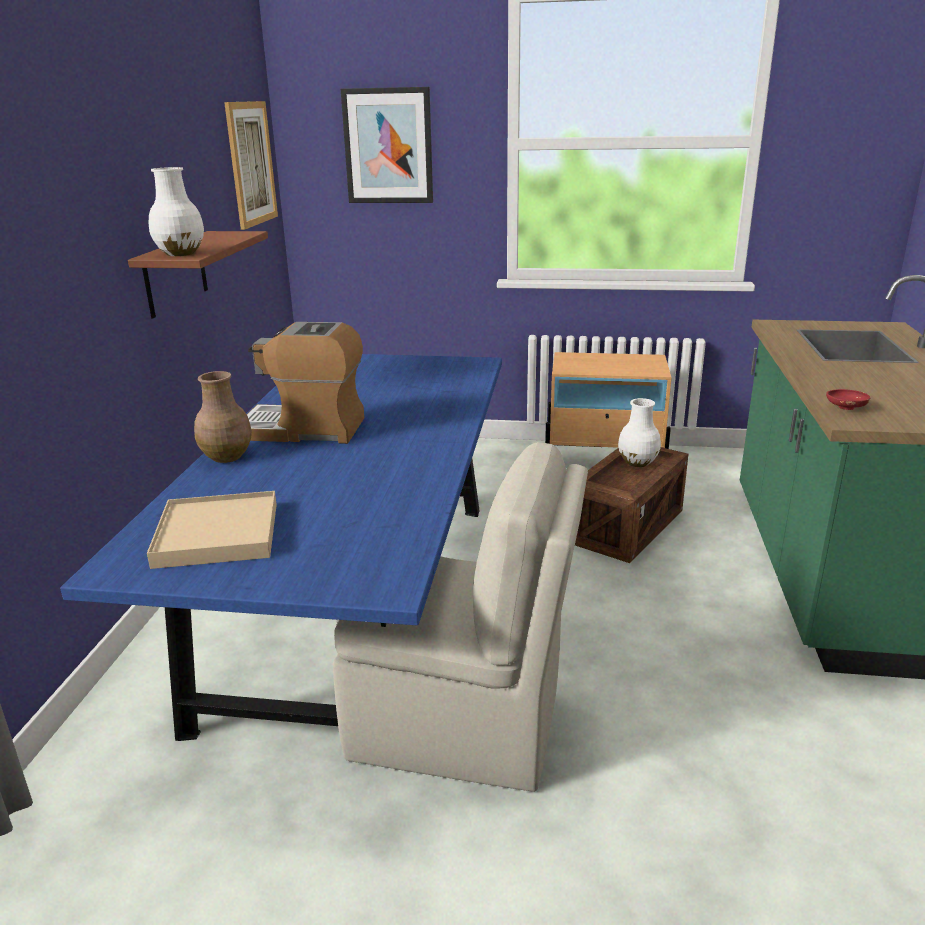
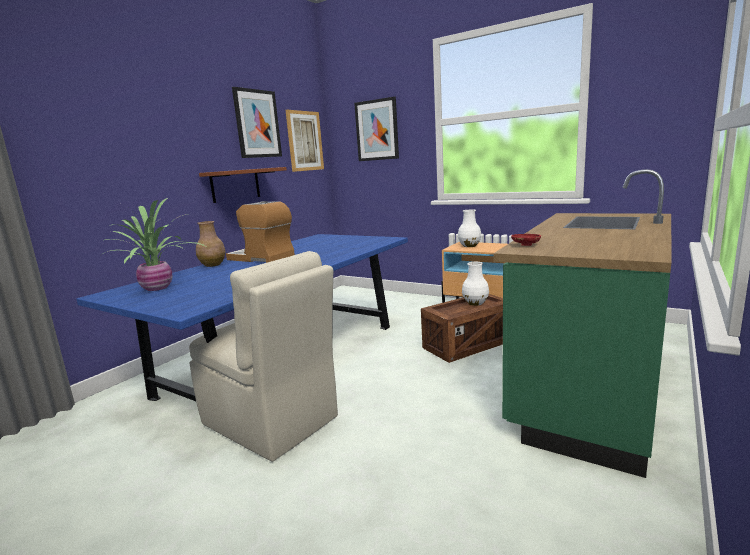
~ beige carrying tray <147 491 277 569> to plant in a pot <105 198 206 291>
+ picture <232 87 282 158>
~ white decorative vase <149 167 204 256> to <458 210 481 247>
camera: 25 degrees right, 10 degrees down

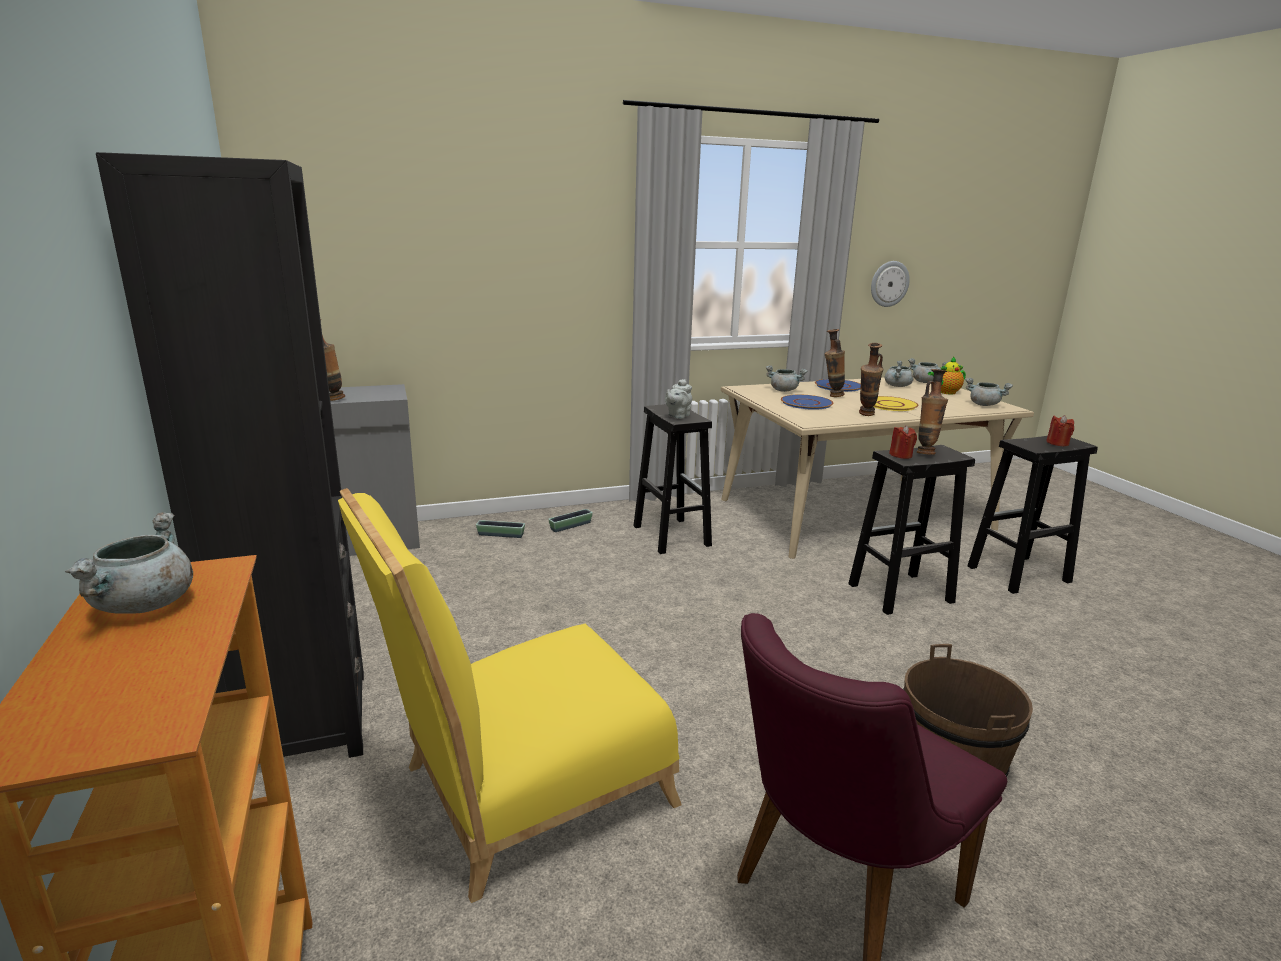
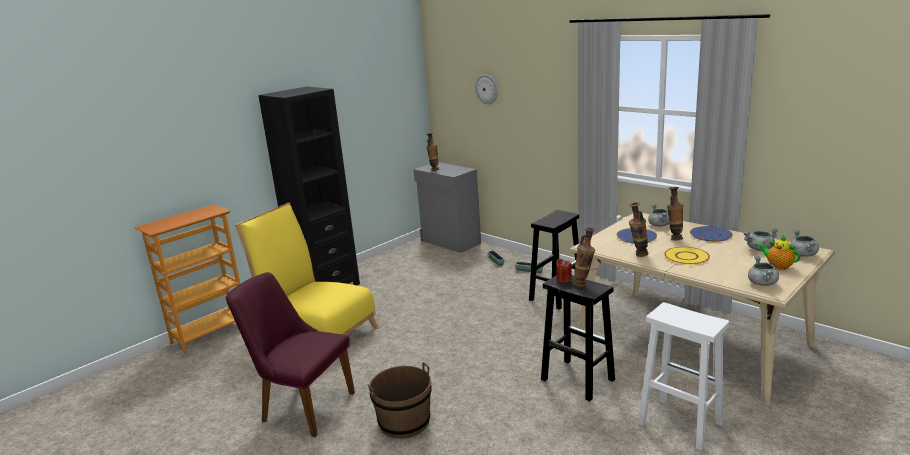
~ hanging clock <871 261 910 307> to <475 74 498 104>
~ black-coloured stool seat <967 436 1098 594> to white stool seat <638 302 730 451>
- greyish stockpot <65 512 193 614>
- greyish tea pot <665 379 692 419>
- red wax candle <1046 415 1074 446>
camera: 65 degrees right, 0 degrees up

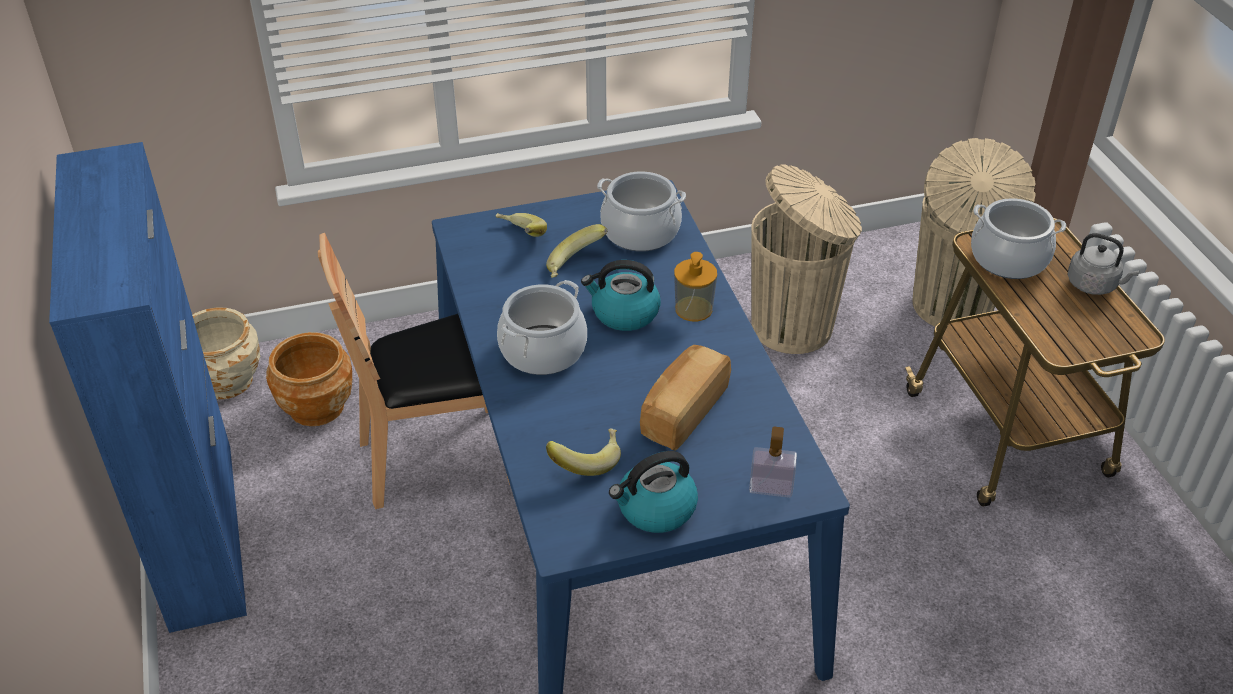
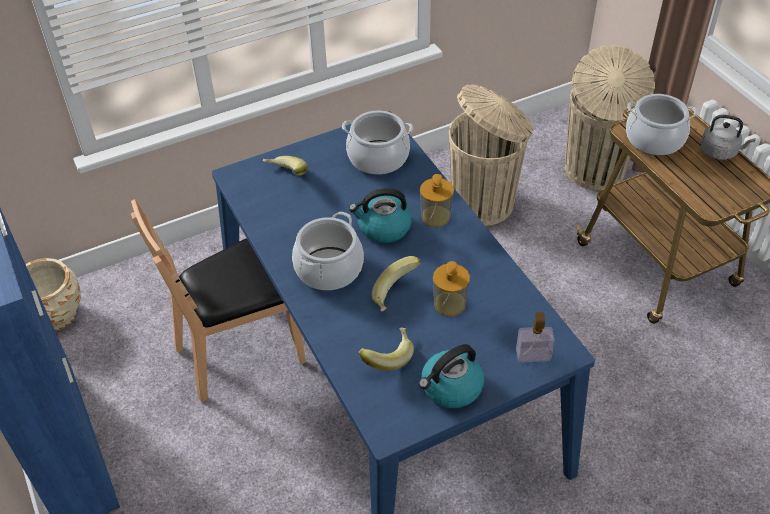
~ whole banana <546 224 607 278> to <372 256 421 312>
~ baked bread <640 345 731 451> to soap bottle <433 261 470 316>
- brownish flower pot <266 332 352 426>
camera: 10 degrees left, 5 degrees up

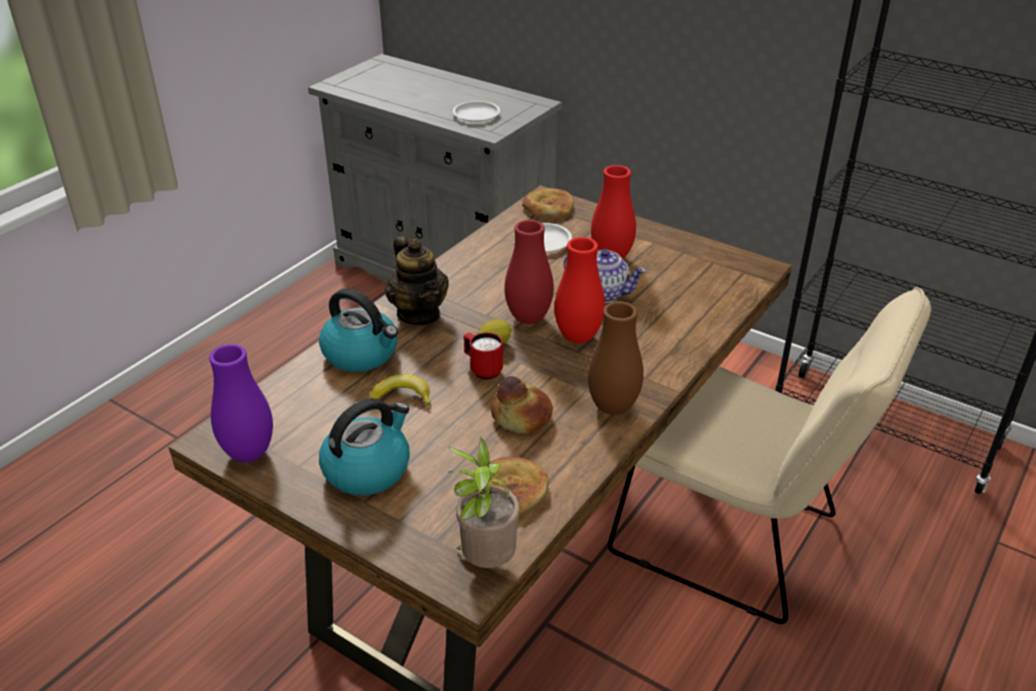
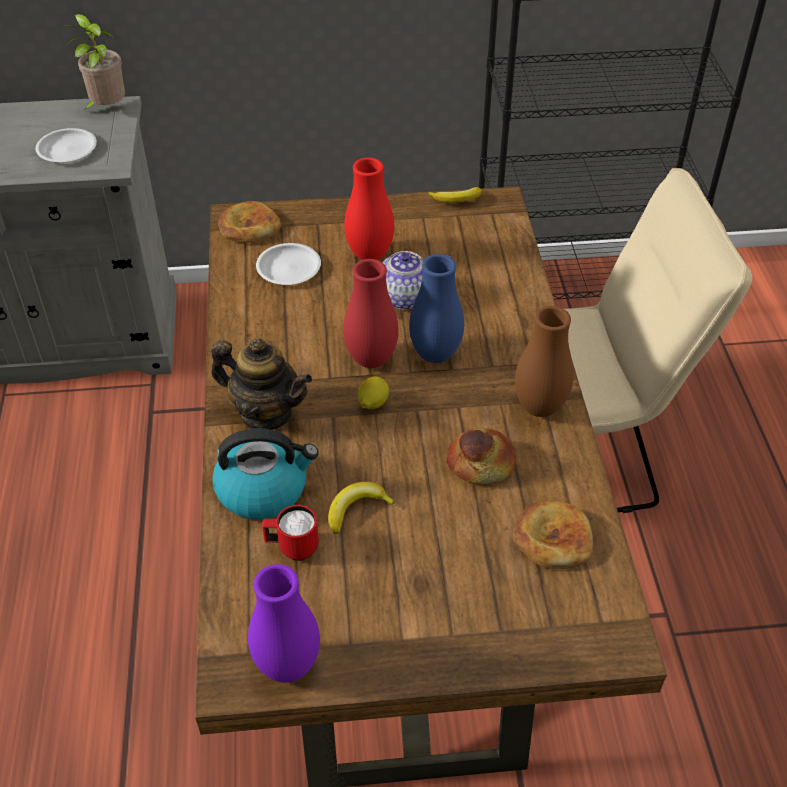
~ plant in a pot <449 437 520 568> to <60 14 125 111>
~ red tea mug <464 332 503 379> to <262 505 319 561>
~ red decorative vase <554 237 605 343> to blue decorative vase <409 254 464 363>
+ whole banana <428 187 482 203>
- kettle <319 398 410 495>
camera: 40 degrees left, 10 degrees up

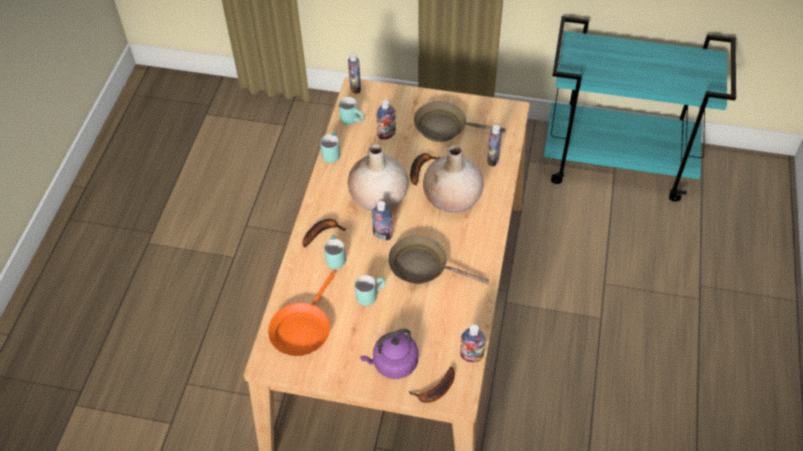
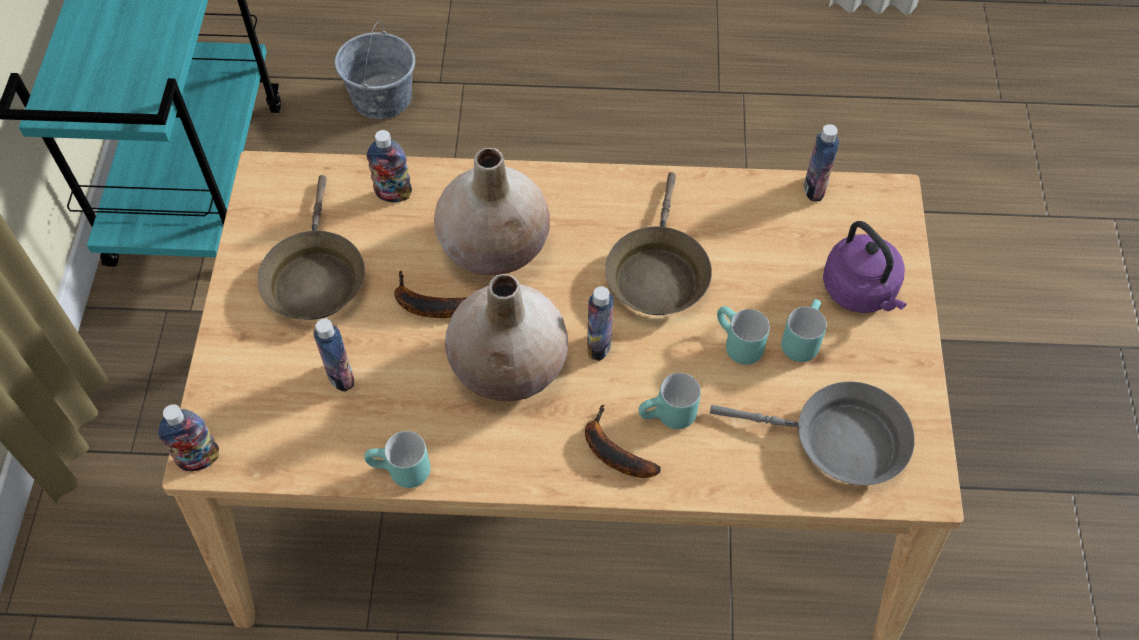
+ greyish water bucket <334 22 415 119>
~ orange-coloured pan <268 273 335 356> to greyish pan <710 381 915 485>
~ turquoise tea mug <339 97 365 125> to <781 299 827 362>
- whole banana <408 367 455 403>
camera: 100 degrees left, 5 degrees up

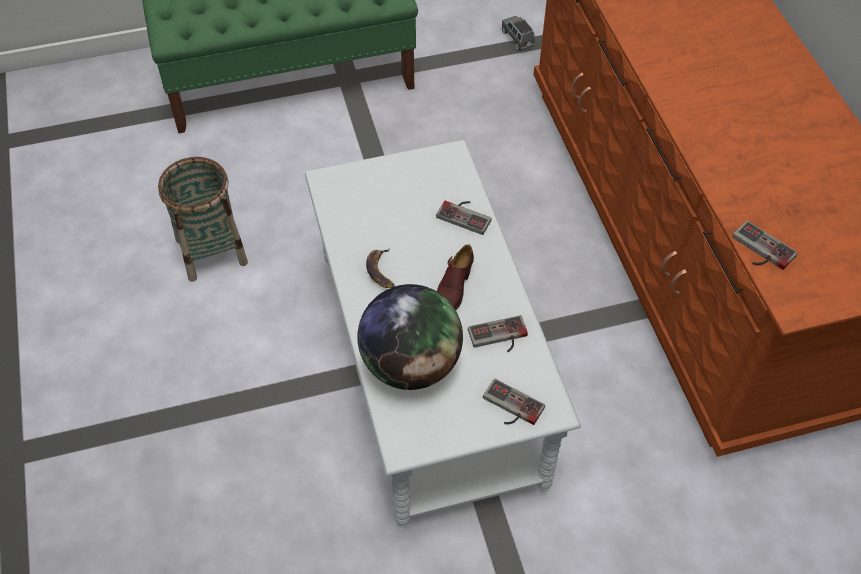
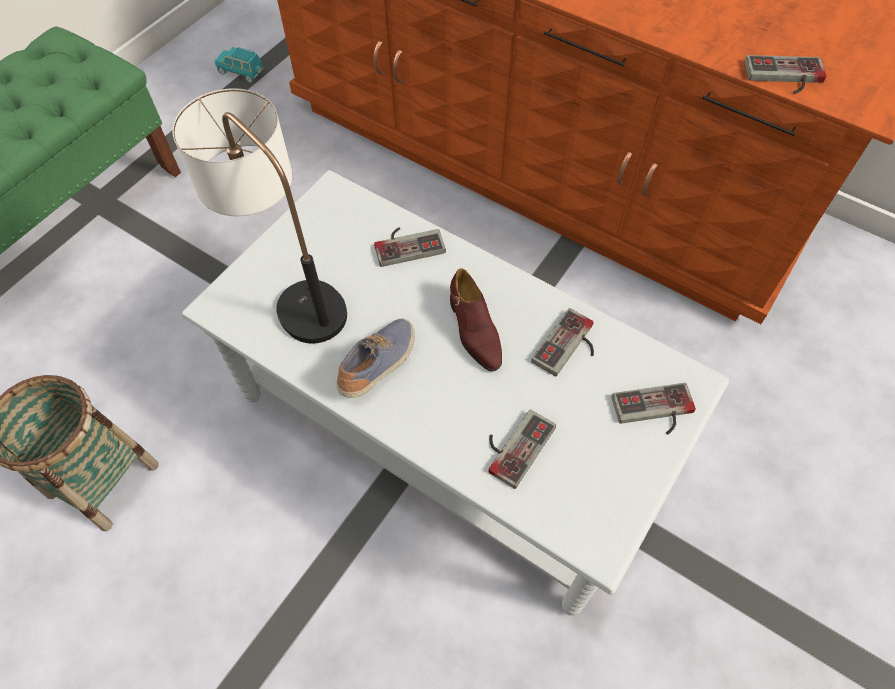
+ tabletop lamp <172 88 347 344>
~ greyish model car <502 16 535 51> to turquoise model car <215 47 263 83>
~ whole banana <366 248 395 288> to low shoe <337 319 415 398>
~ world globe <358 284 463 390> to joypad <488 409 556 489>
camera: 40 degrees left, 5 degrees up

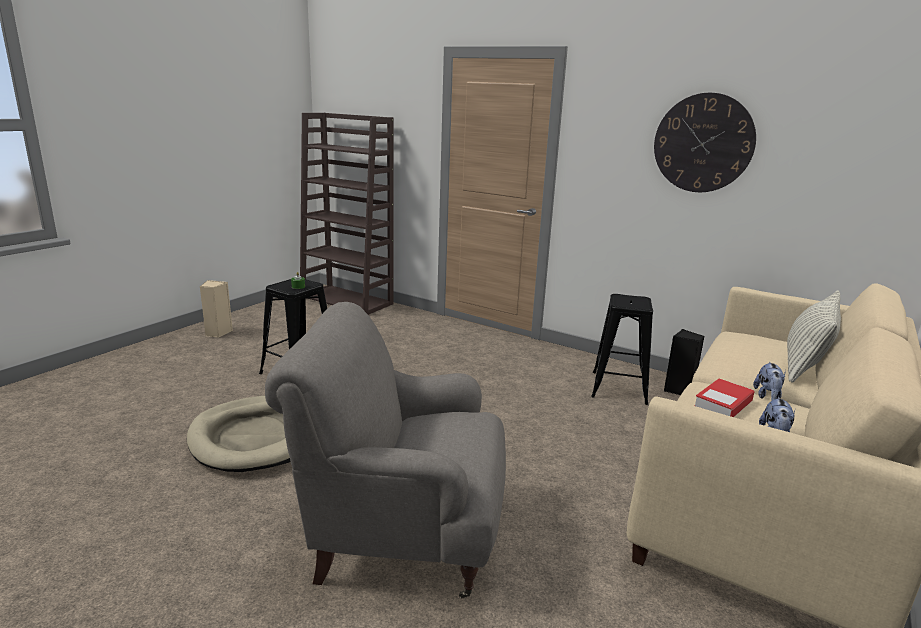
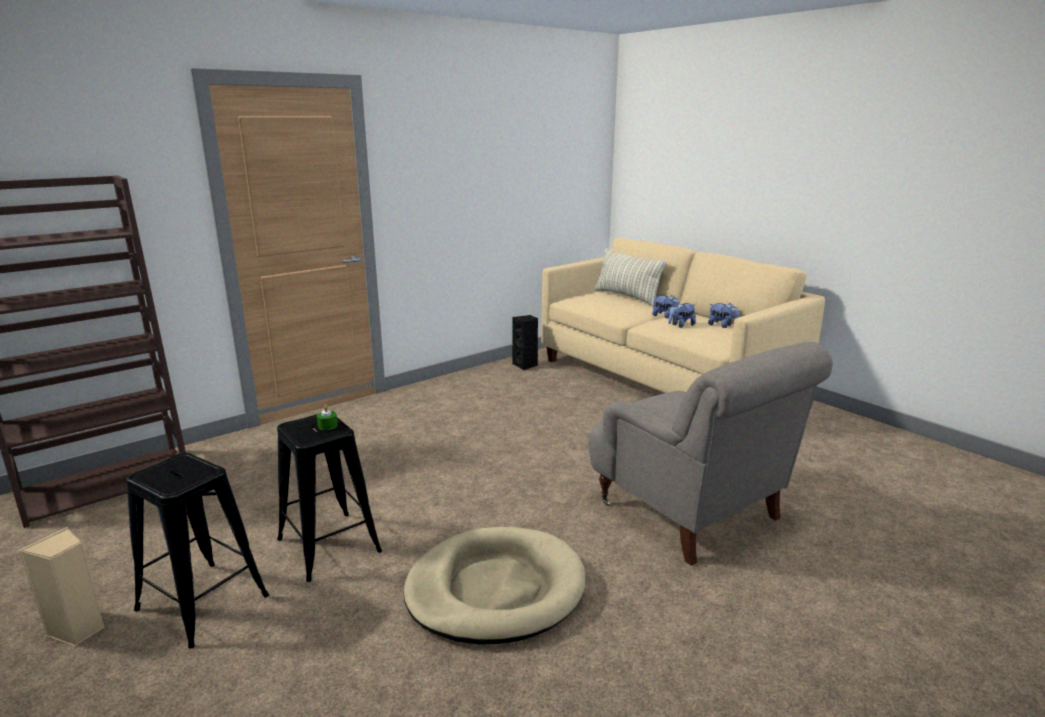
~ black-coloured stool seat <591 294 653 405> to <126 453 269 648>
~ greyish armchair <265 302 506 598> = <588 342 833 566> 60 degrees counterclockwise
~ volume <694 379 755 417> to cuddly toy <668 302 696 328>
- hanging clock <654 93 756 192>
camera: 70 degrees left, 0 degrees up

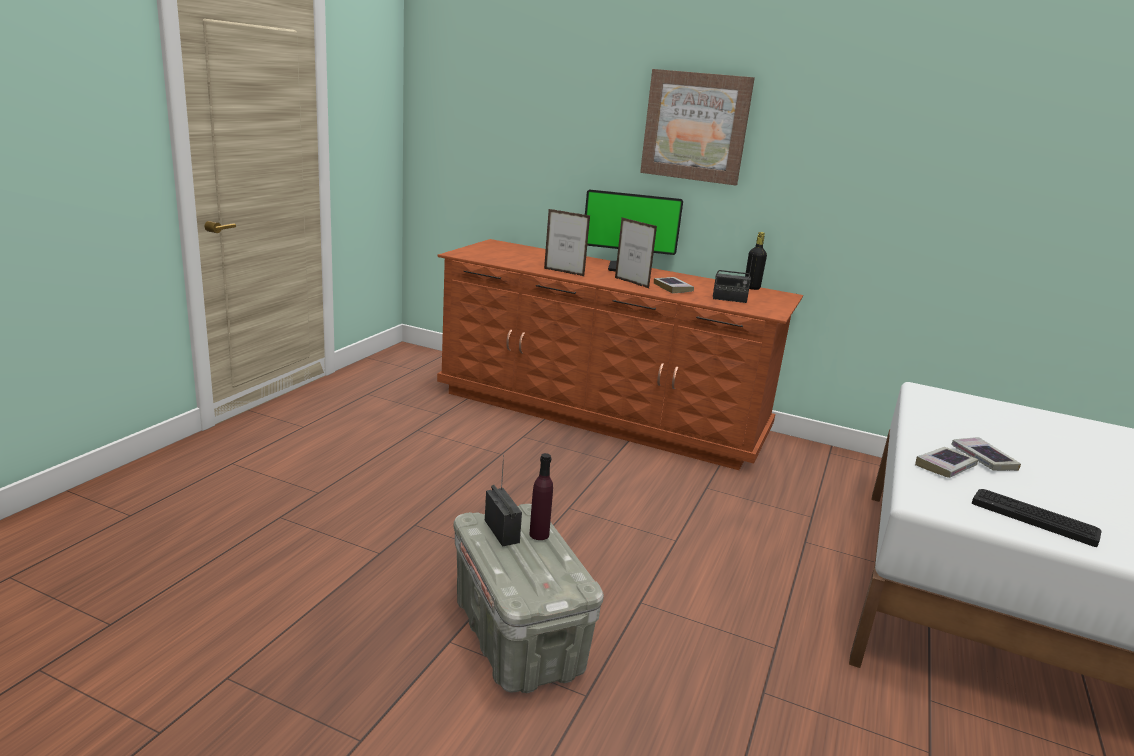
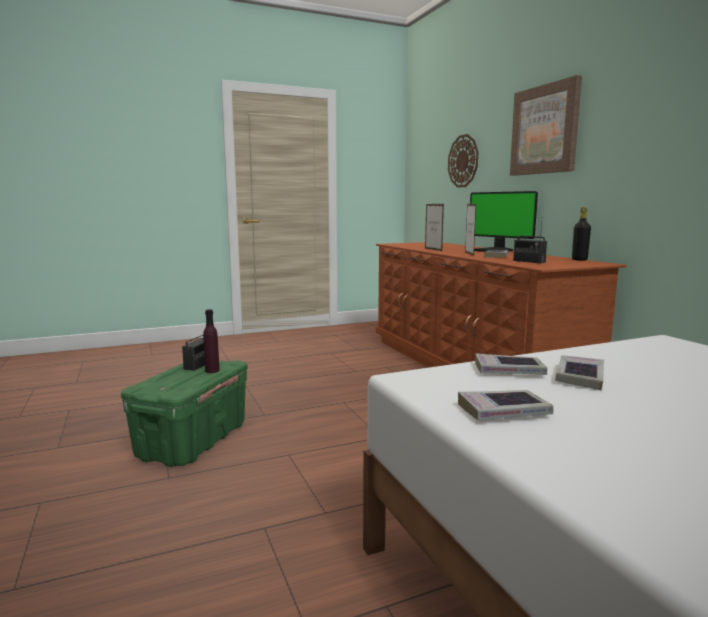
~ greyish storage box <454 504 604 693> to green-coloured storage box <121 360 248 467>
+ hanging clock <448 134 478 188>
~ PC keyboard <972 489 1102 547> to volume <458 390 553 420>
camera: 45 degrees right, 10 degrees down

